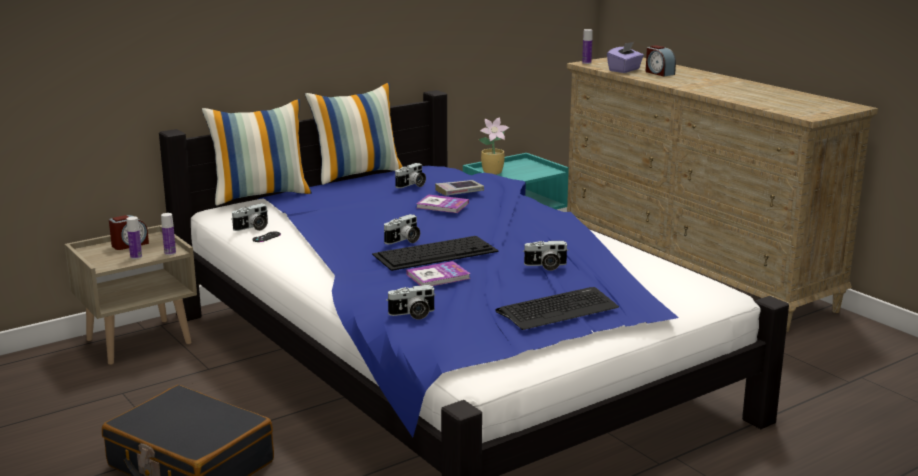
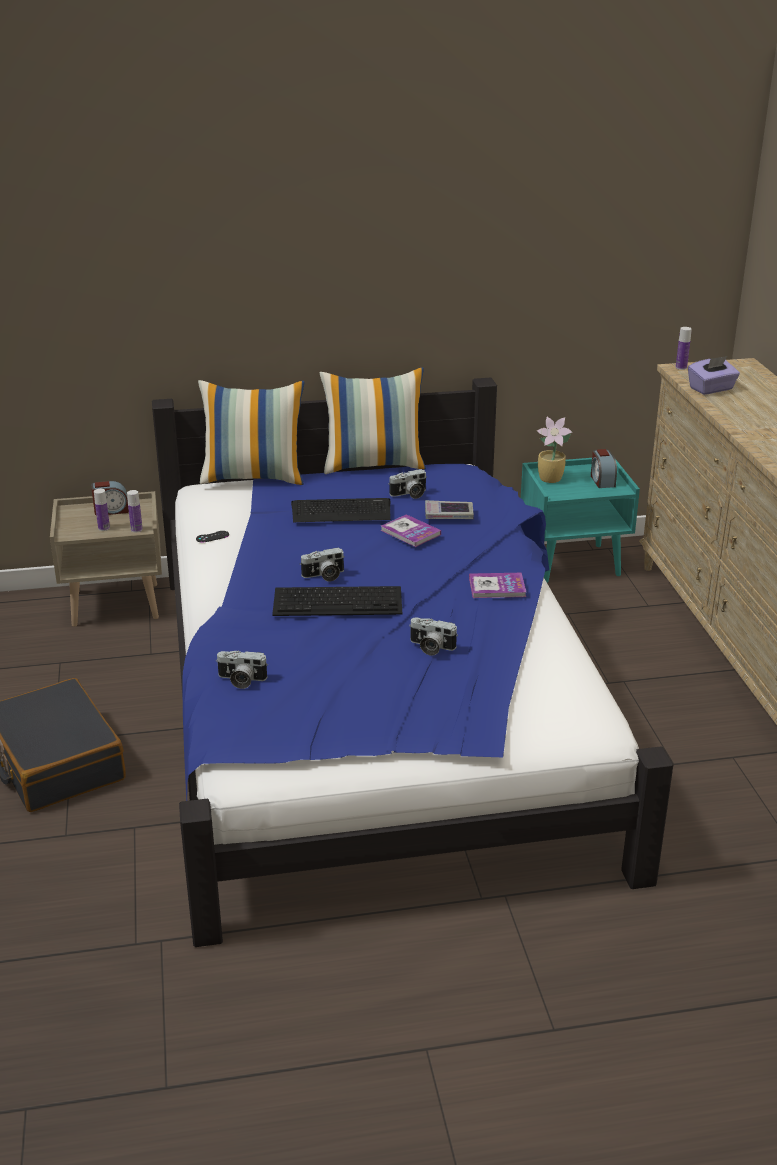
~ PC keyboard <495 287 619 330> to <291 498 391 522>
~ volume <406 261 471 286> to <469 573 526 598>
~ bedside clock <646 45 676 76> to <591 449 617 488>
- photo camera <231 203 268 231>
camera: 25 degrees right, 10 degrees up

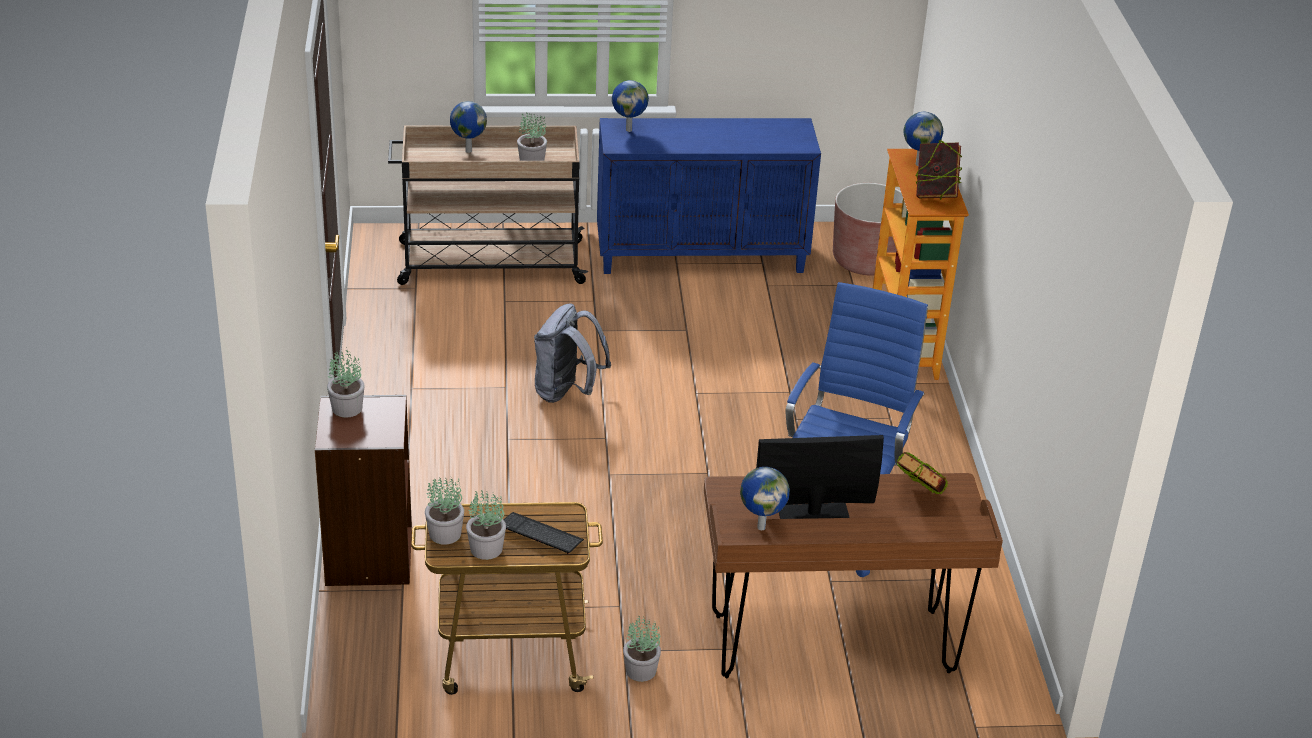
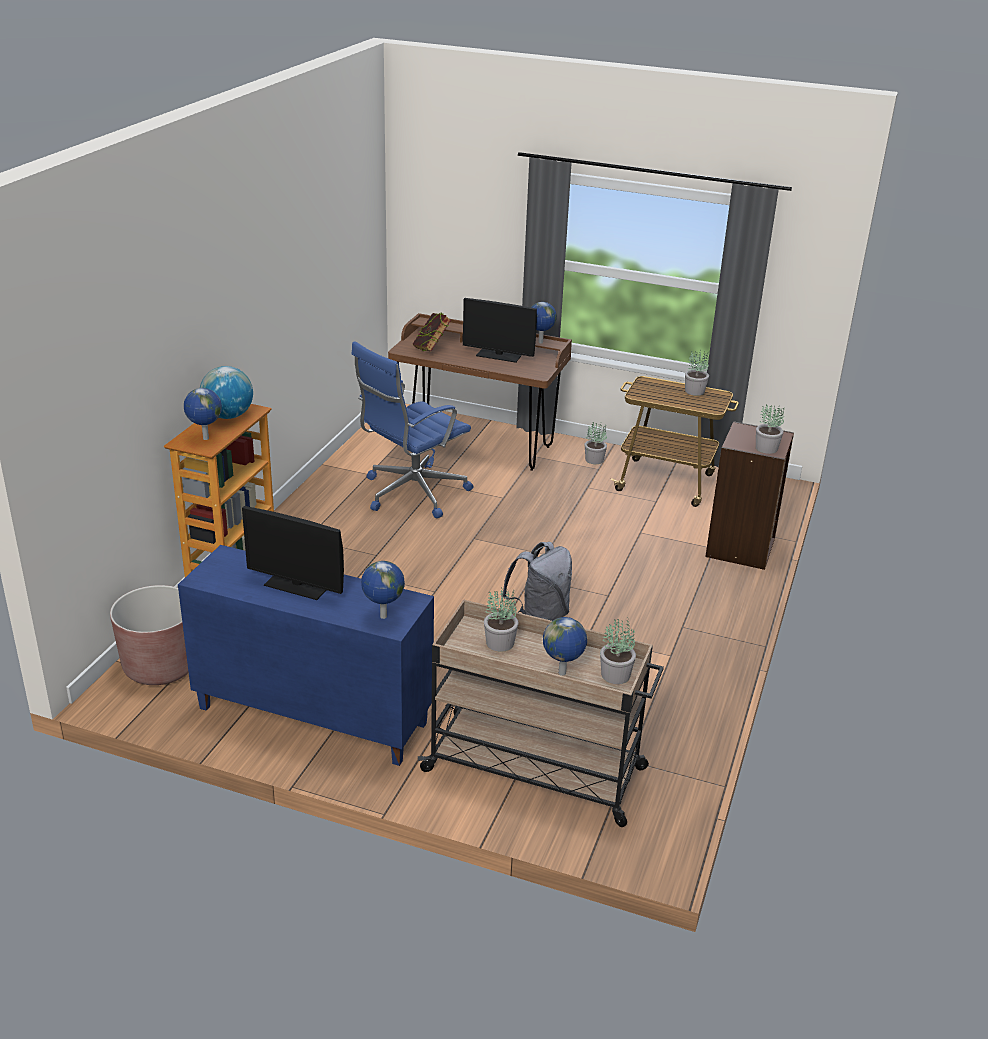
~ volume <915 140 962 200> to world globe <200 366 253 419>
+ computer screen <242 506 344 600>
~ plant in a pot <425 477 464 545> to <600 617 636 684>
- PC keyboard <504 512 584 554>
camera: 155 degrees left, 5 degrees down

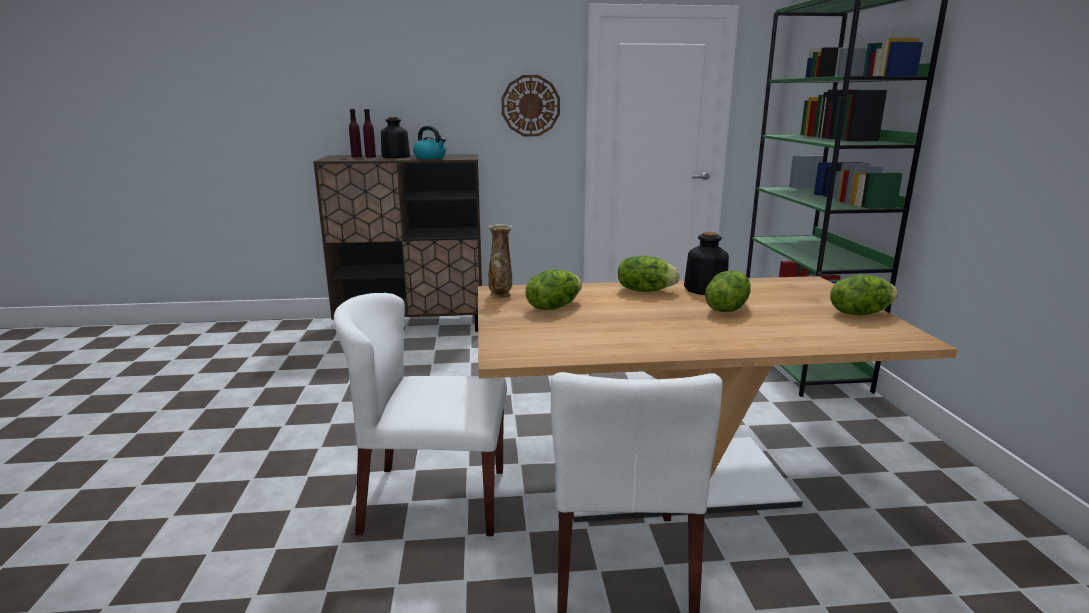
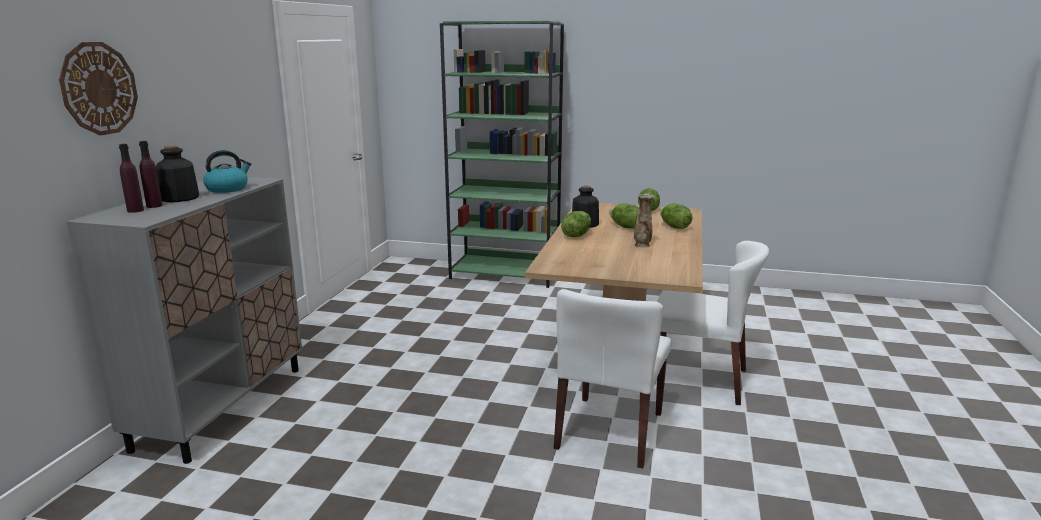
~ hanging clock <502 75 560 136> to <59 42 138 136>
~ brownish cabinet <313 154 482 332> to greyish cabinet <66 177 302 464>
~ decorative vase <488 224 513 299> to <634 194 655 248>
~ lettuce head <525 269 582 310> to <660 203 692 229>
camera: 70 degrees left, 0 degrees up

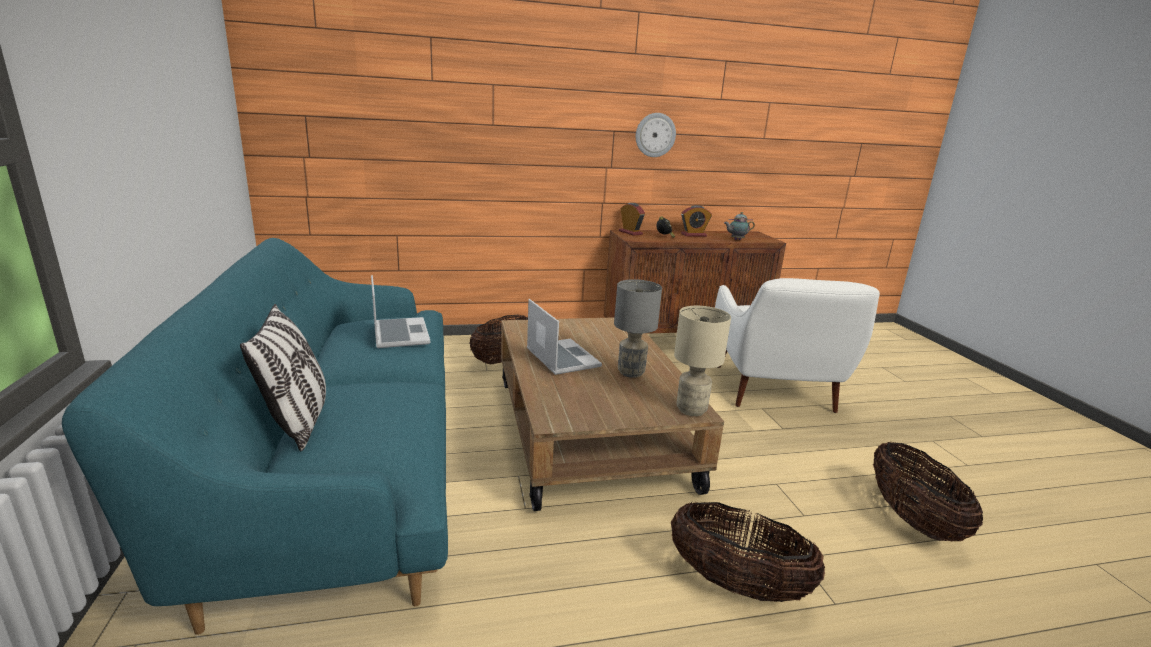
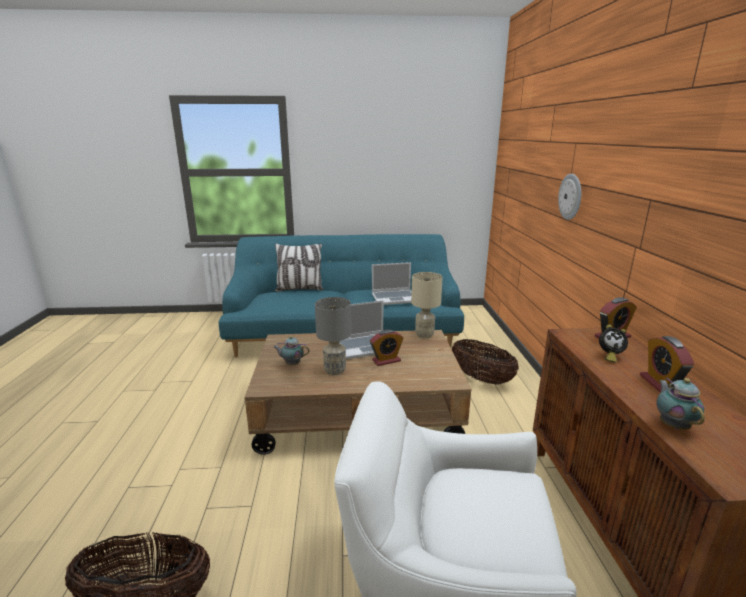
+ tea pot <273 336 310 365>
+ bedside clock <370 330 403 366>
~ beige tabletop lamp <674 306 731 416> to <411 272 443 339>
~ hanging clock <636 113 676 157> to <558 174 581 220>
- household basket <671 502 825 602>
camera: 100 degrees right, 0 degrees up

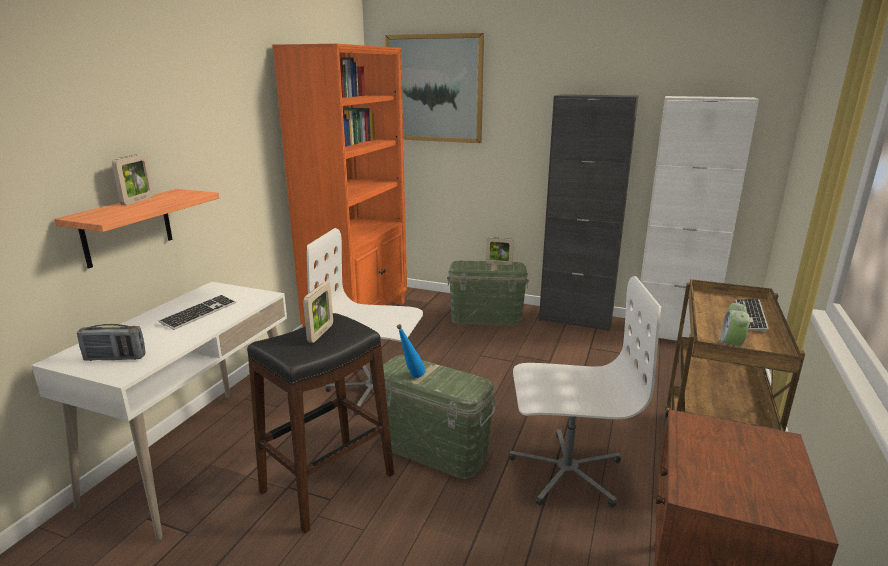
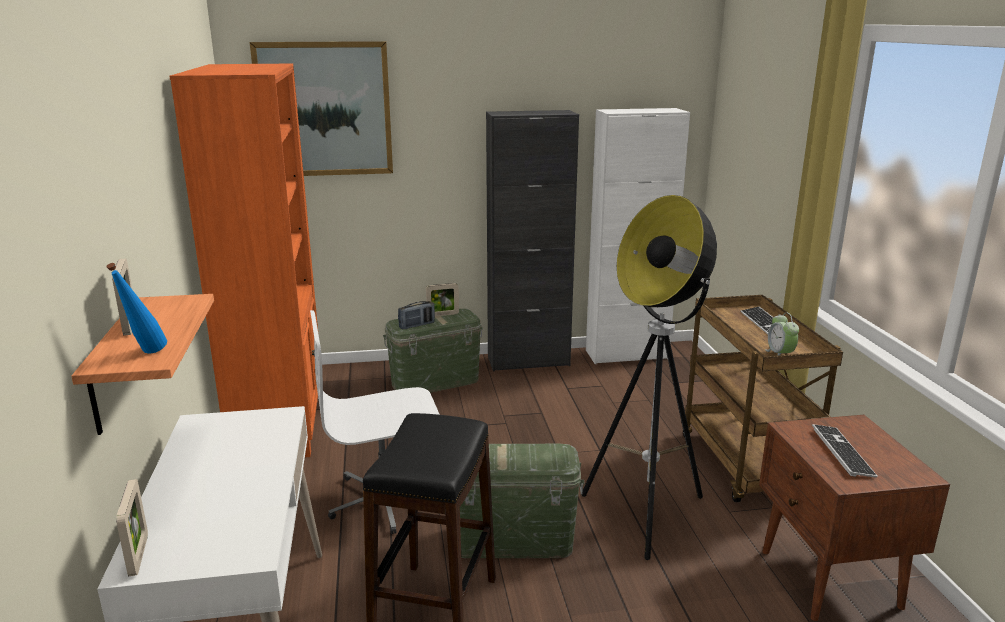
~ blue bottle <397 324 426 378> to <106 263 167 353>
~ photo frame <303 282 333 343> to <116 479 148 576>
~ radio receiver <77 324 146 361> to <398 301 435 329>
~ white desk chair <509 276 661 507> to standard lamp <582 195 717 560>
~ PC keyboard <158 295 236 330> to <812 424 878 478>
camera: 30 degrees left, 0 degrees up

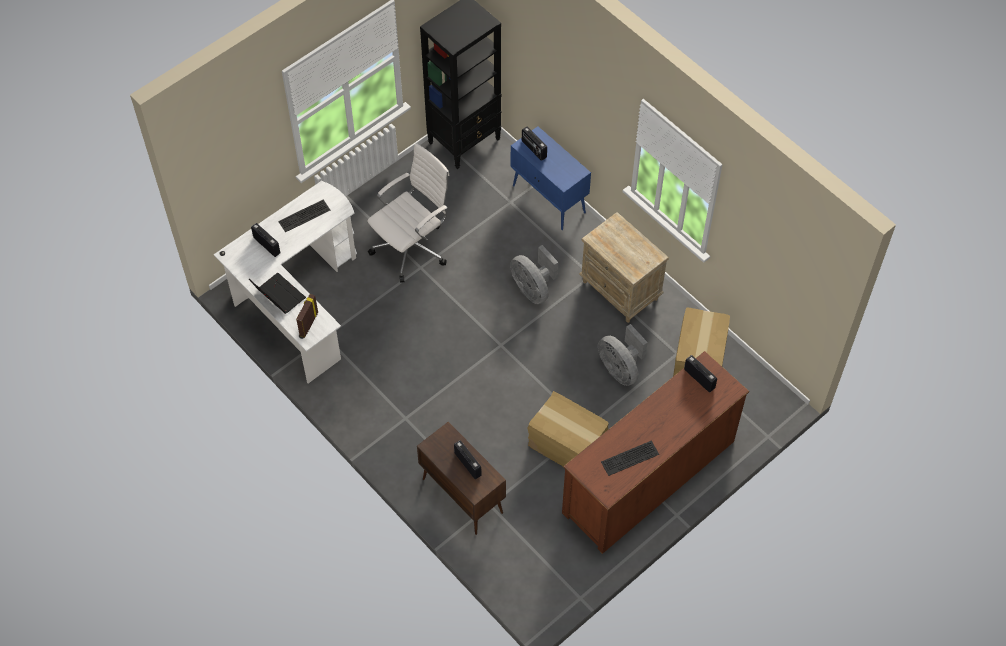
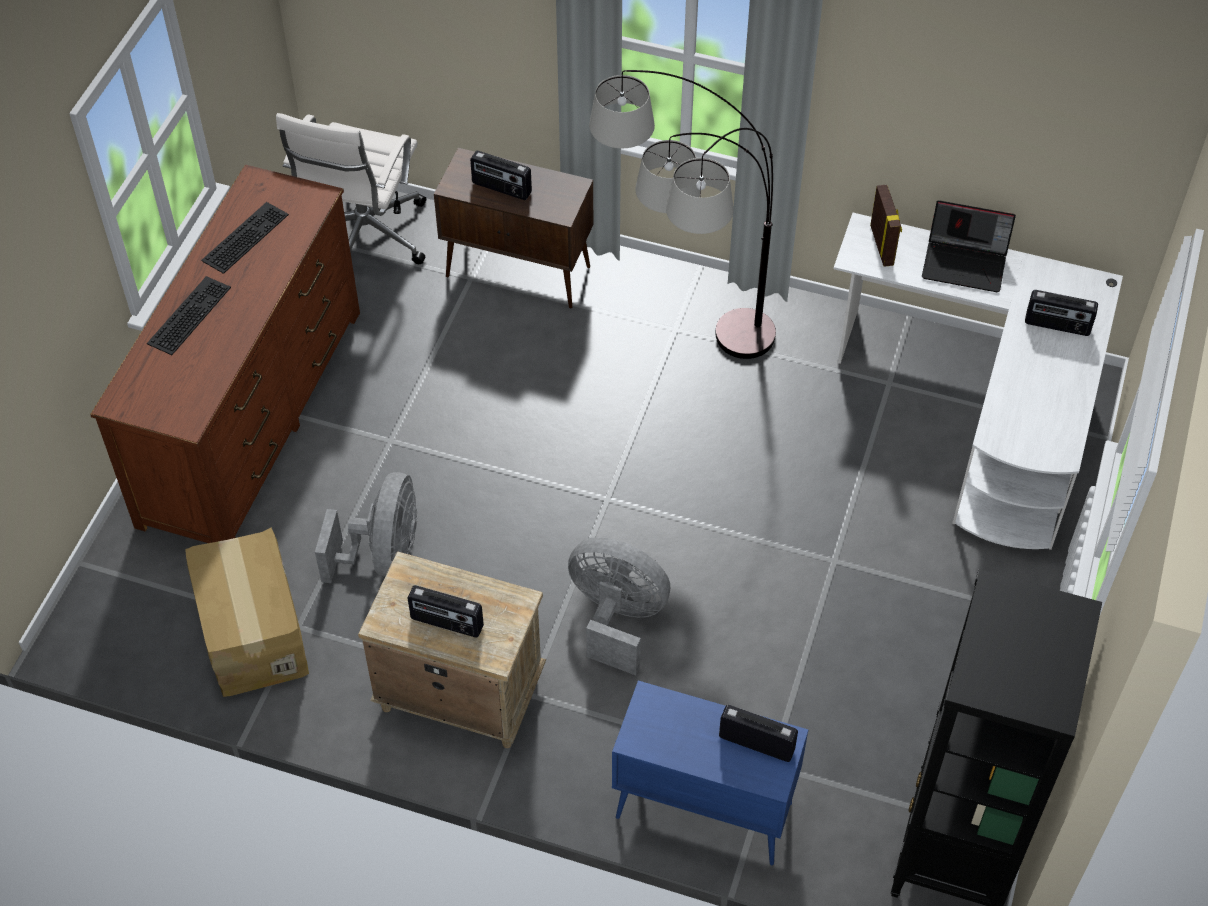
~ PC keyboard <278 200 330 232> to <147 276 231 355>
~ white desk chair <367 143 450 283> to <276 113 426 264>
~ greyish electric fan <598 324 648 386> = <315 472 417 583> 75 degrees clockwise
~ radio receiver <684 355 717 392> to <408 585 484 638>
+ standard lamp <589 70 776 359>
- packing box <528 391 609 466>
camera: 150 degrees right, 5 degrees down

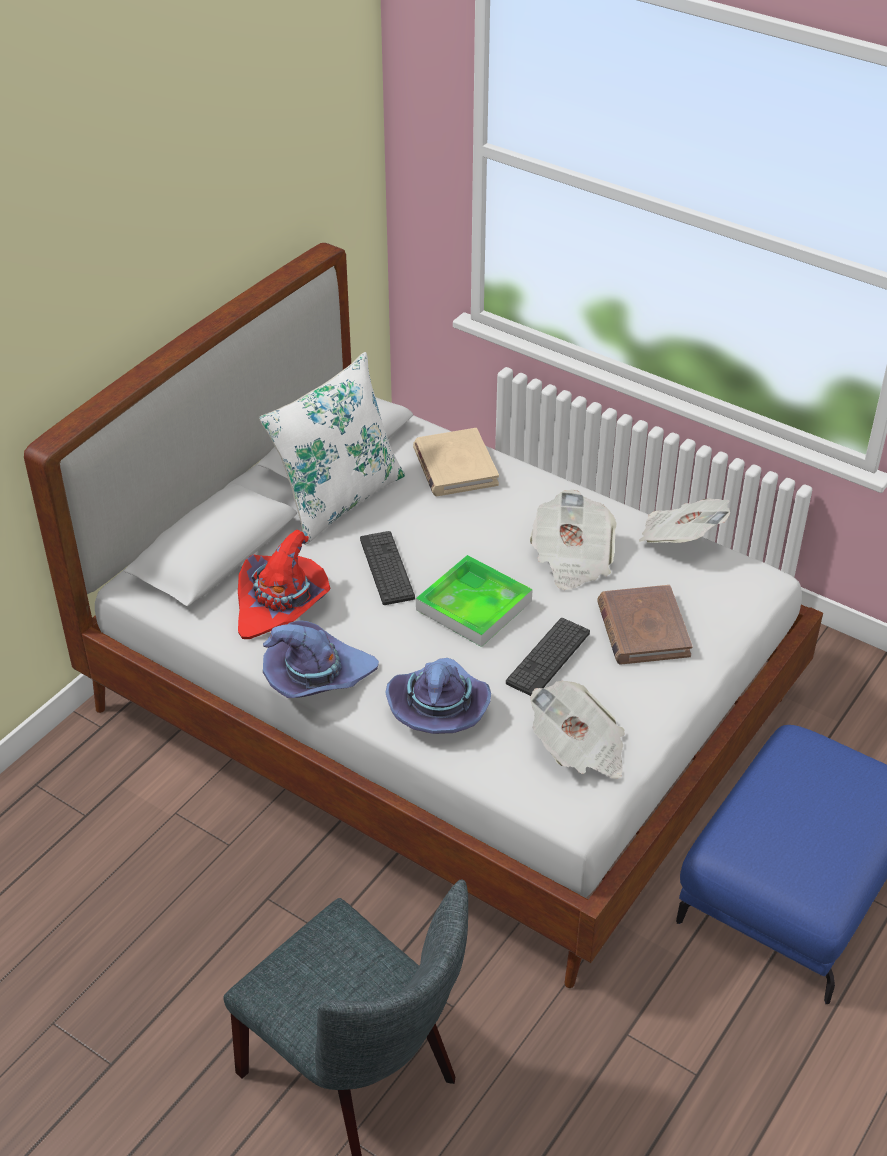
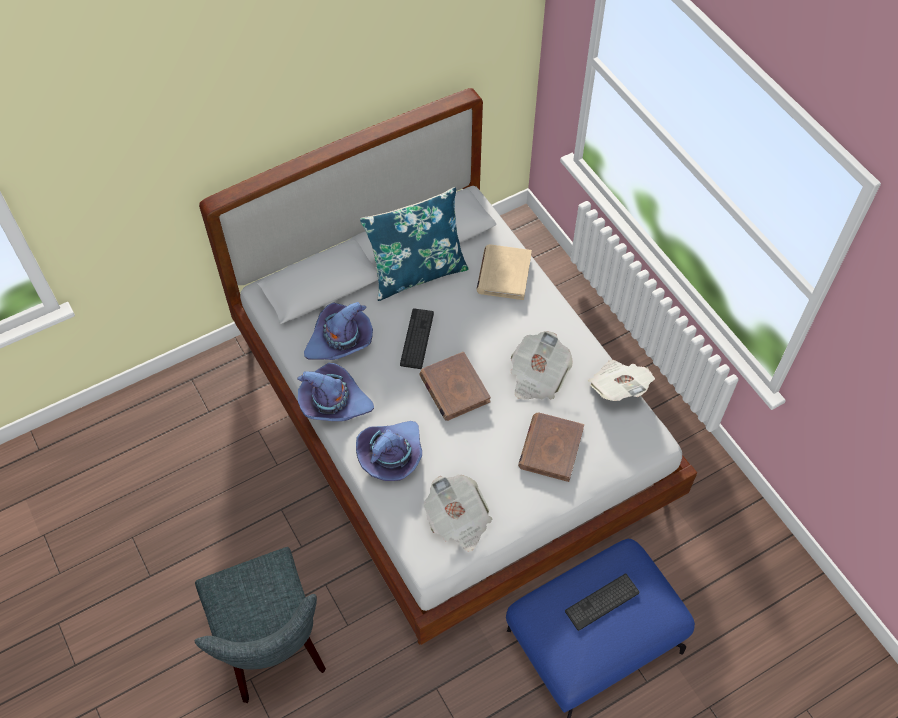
~ red hat <238 530 331 639> to purple-coloured hat <304 302 373 360>
~ white throw pillow <259 352 405 545> to blue throw pillow <360 187 469 301>
~ carrying tray <416 555 533 647> to brownish volume <420 352 491 421>
~ PC keyboard <506 618 590 696> to <565 573 639 631>
camera: 25 degrees right, 15 degrees up

